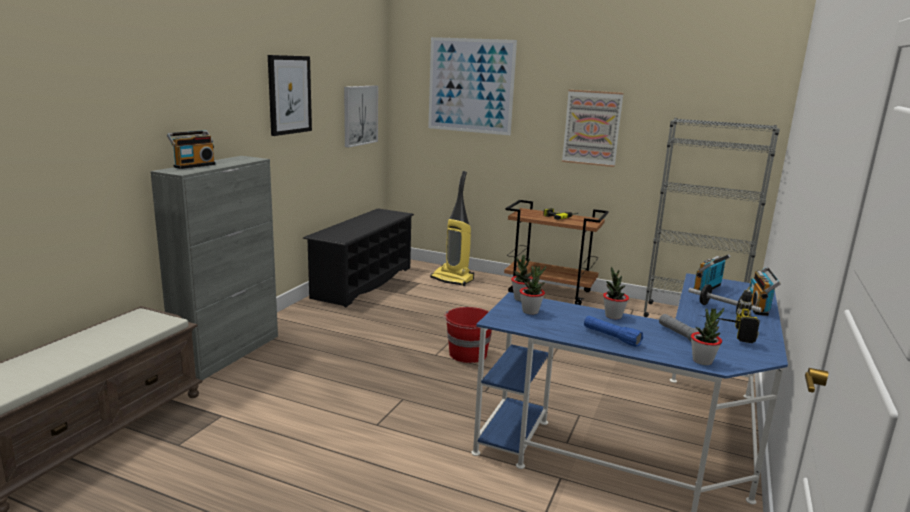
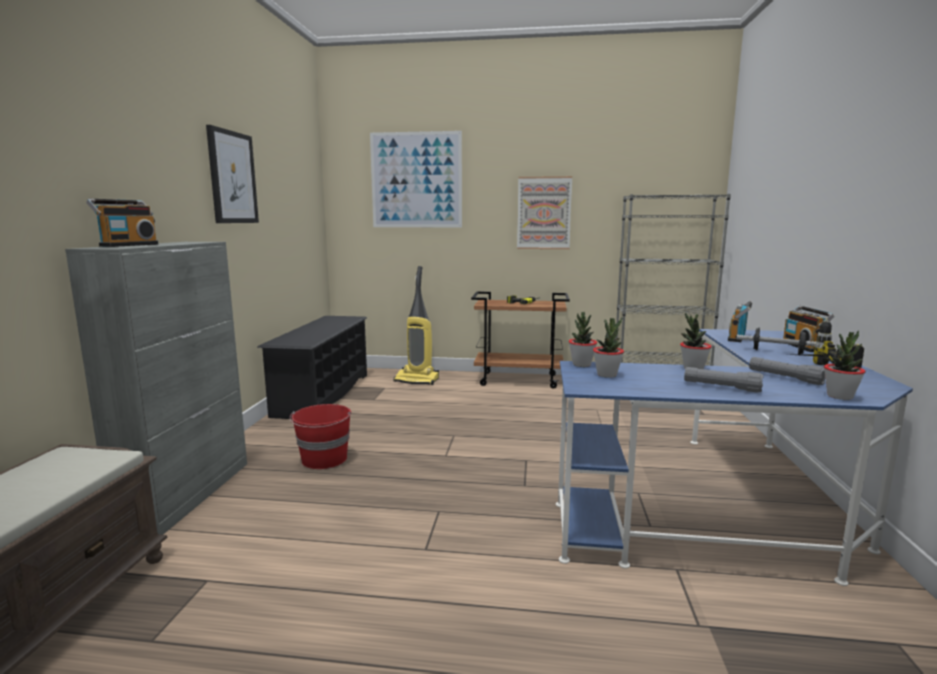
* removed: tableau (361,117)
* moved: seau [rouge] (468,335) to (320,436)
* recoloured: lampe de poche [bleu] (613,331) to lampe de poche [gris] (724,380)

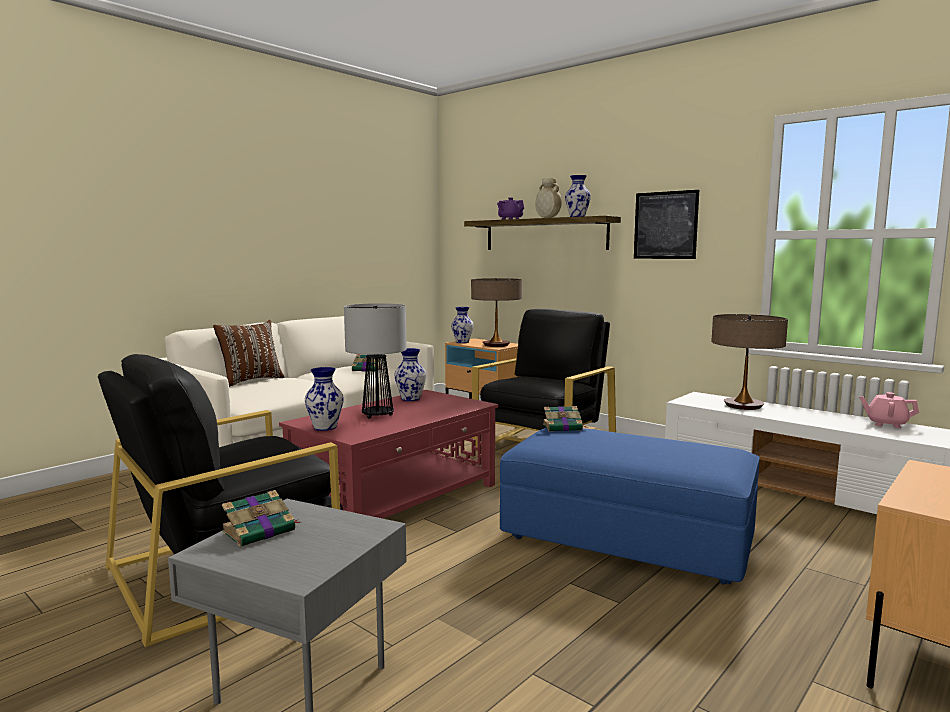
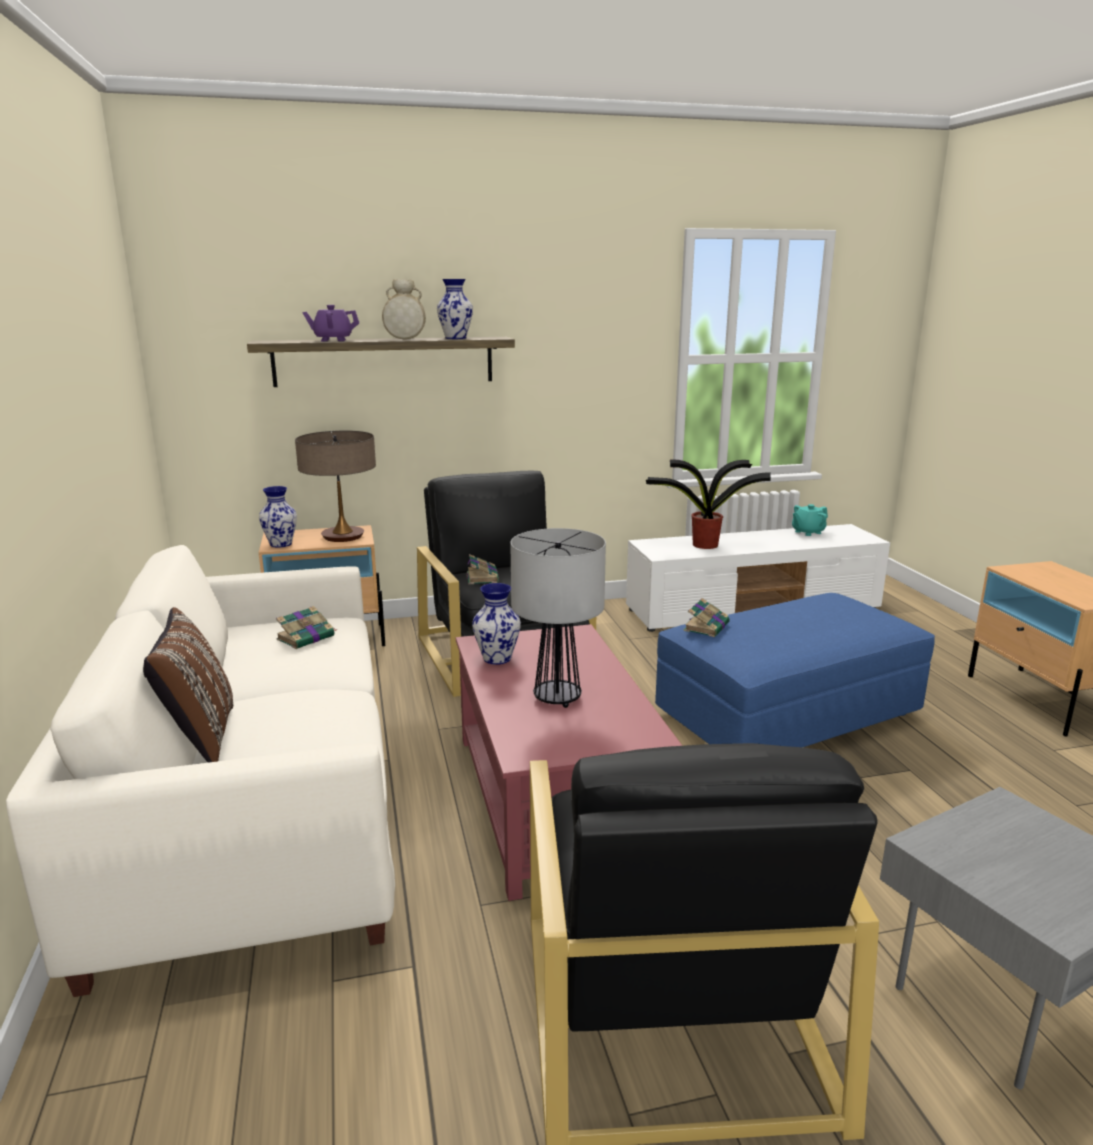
* moved: livre (261,518) to (482,569)
* removed: vase (324,399)
* removed: tableau (666,224)
* replaced: lampe de table (749,362) to plante en pot (708,504)
* recoloured: théière [rose] (889,410) to théière [turquoise] (810,520)

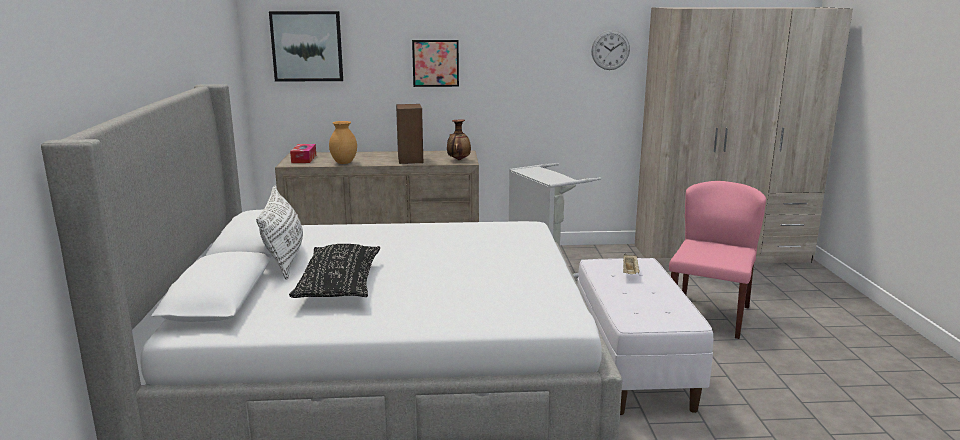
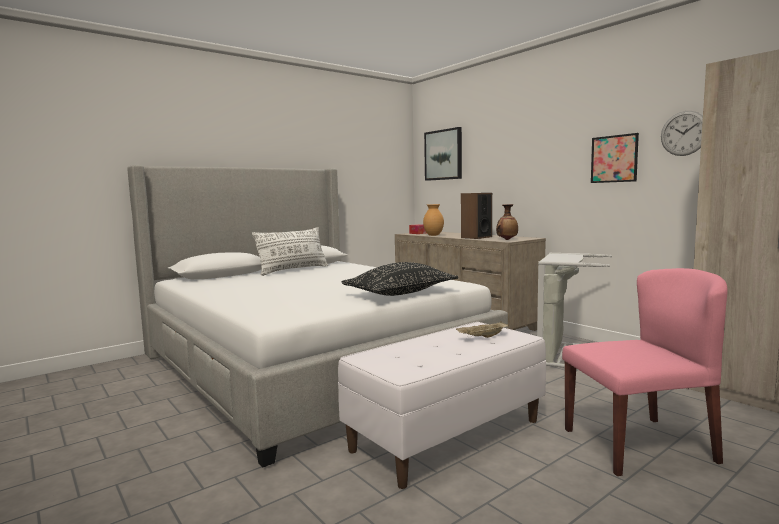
* moved: coussin [noir] (334,271) to (399,279)
* moved: tableau (435,63) to (615,158)

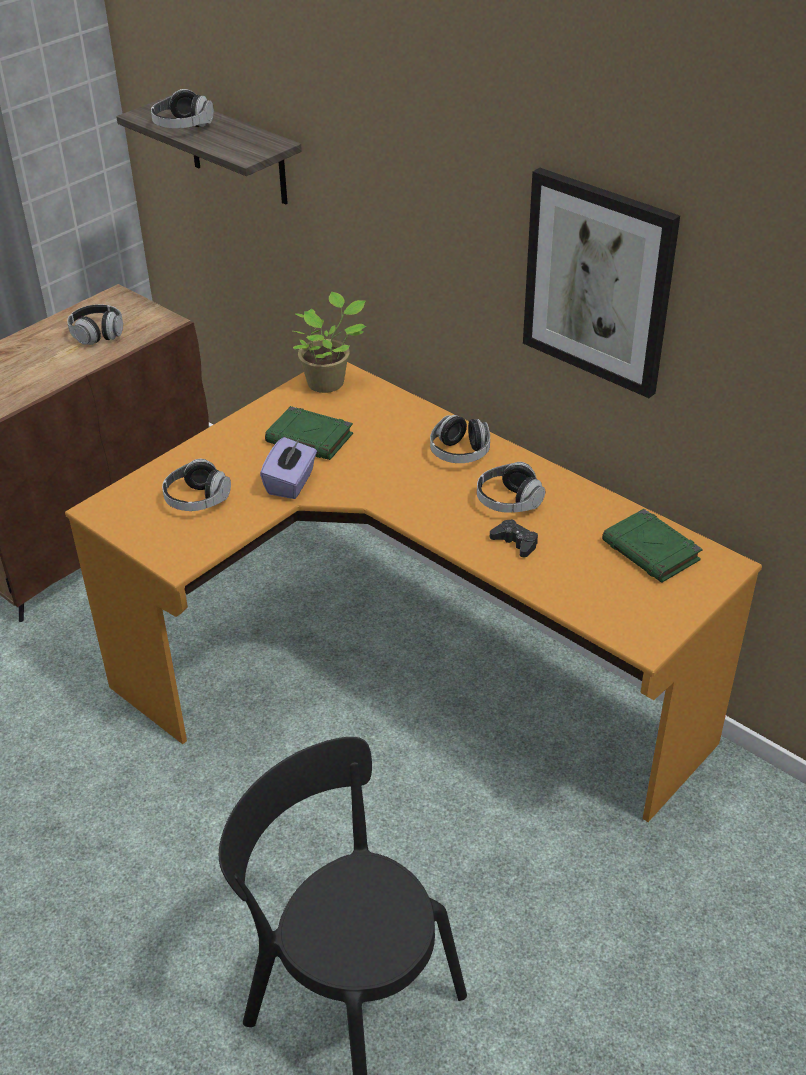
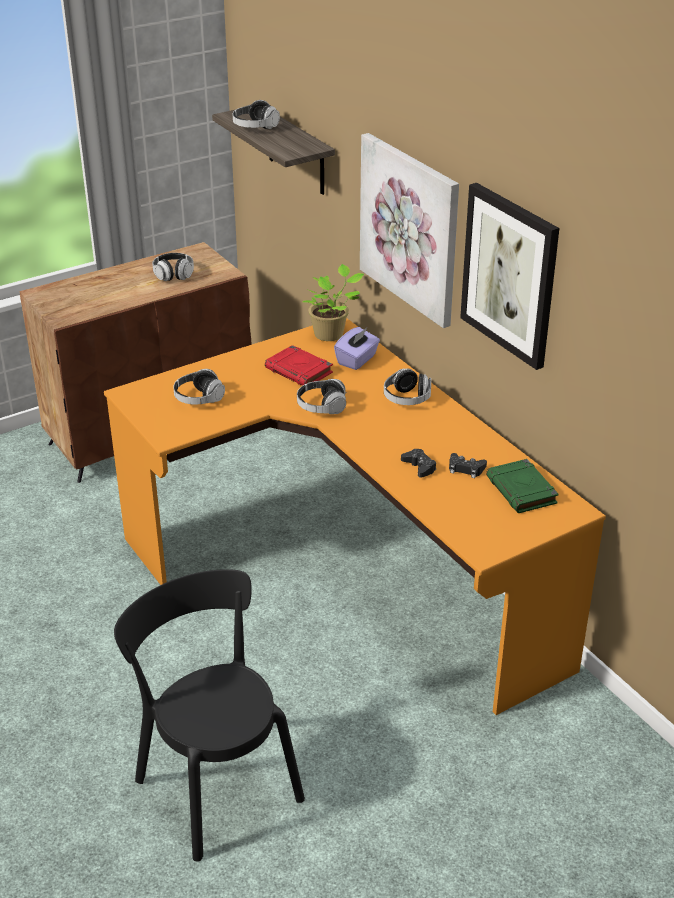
* moved: boîte à mouchoirs [violet] (288,468) to (357,348)
* recoloured: livre [vert] (309,433) to livre [rouge] (299,365)
* moved: casque audio (511,487) to (322,396)
* added: tableau (409,230)
* added: manette [noir] (468,465)

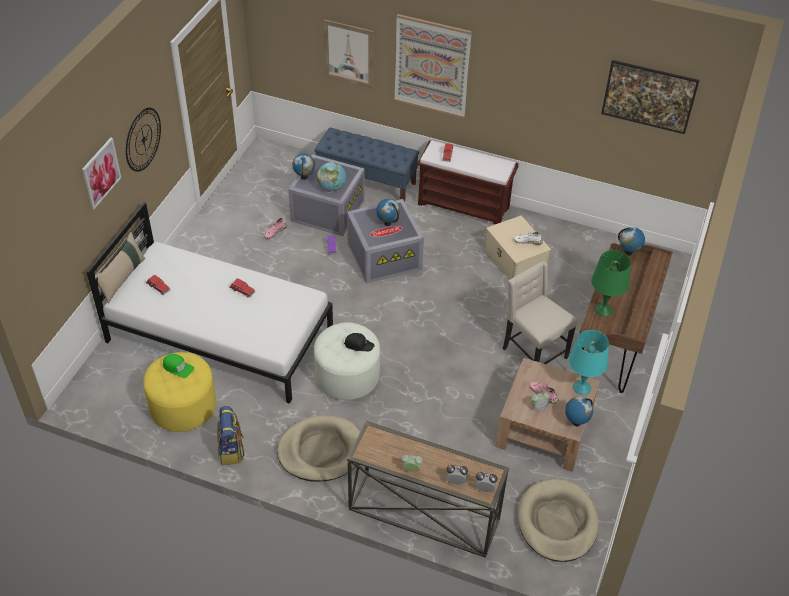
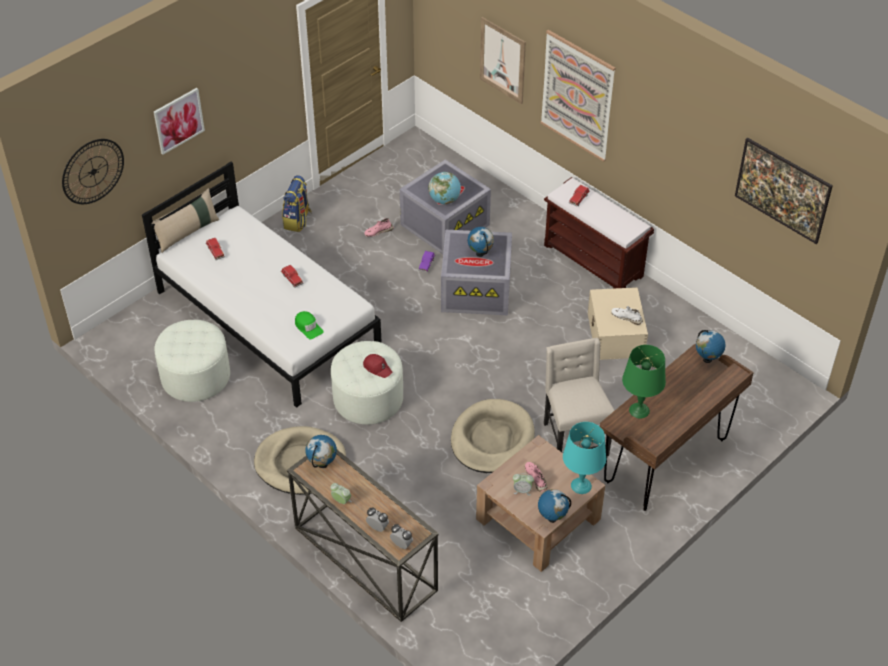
* moved: horloge murale (143,140) to (93,171)
* recoloured: pouf [jaune] (179,392) to pouf [blanc] (192,361)
* moved: casquette [vert] (178,366) to (309,325)
* moved: sac à dos (231,435) to (297,203)
* moved: globe (303,166) to (321,451)
* removed: banc [bleu] (366,165)
* recoloured: casquette [noir] (359,342) to casquette [rouge] (377,366)
* moved: panier pour chien [beige] (558,520) to (493,436)

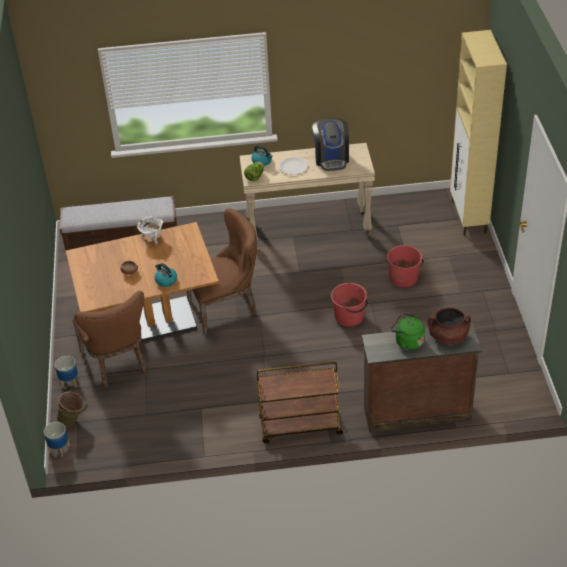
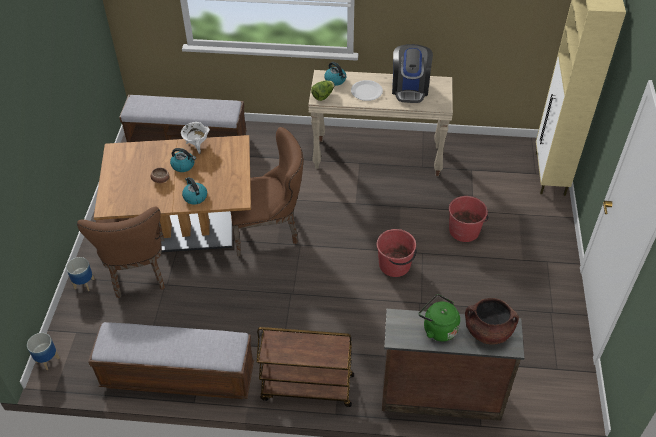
* removed: seau [vert] (70,408)
* added: banc (171,360)
* added: bouilloire (183,160)

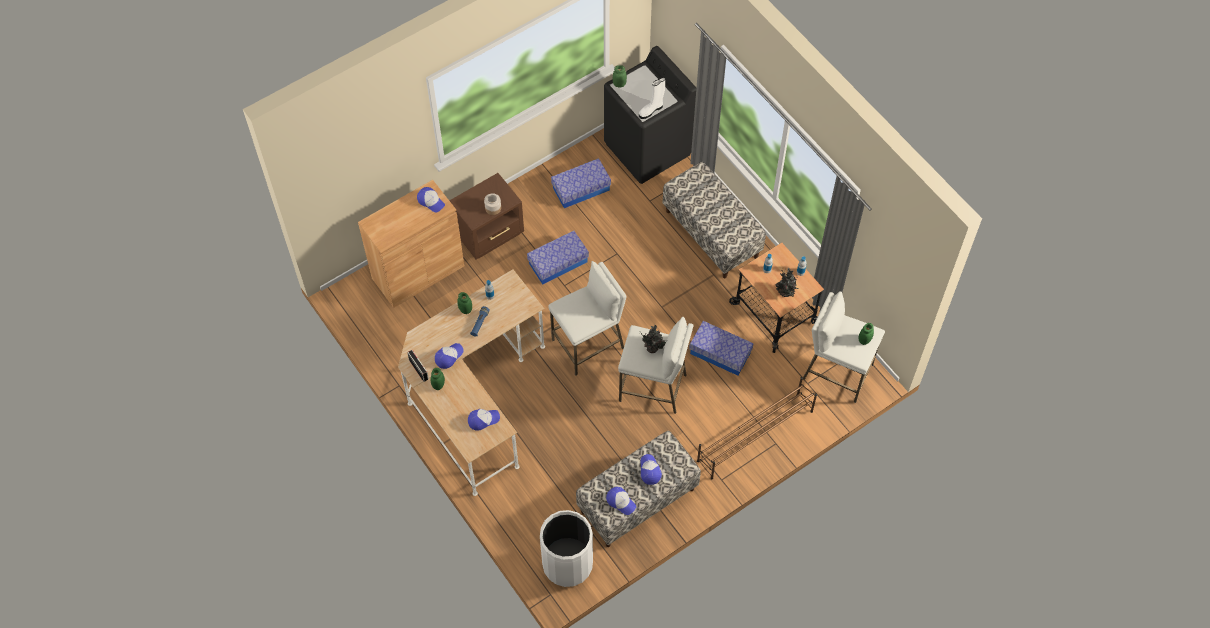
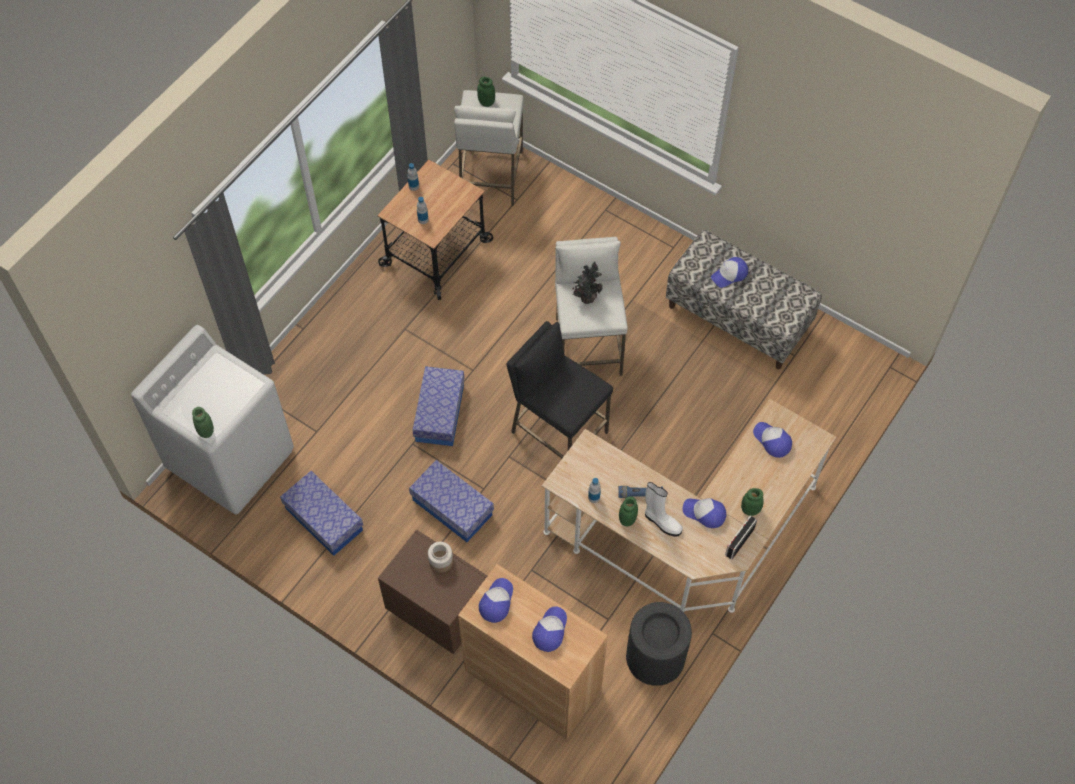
* removed: poubelle [blanc] (566,548)
* recoloured: tabouret [blanc] (587,318) to tabouret [noir] (559,389)
* recoloured: lave-linge [noir] (650,115) to lave-linge [blanc] (212,420)
* moved: casquette (621,501) to (549,629)
* moved: botte [blanc] (652,98) to (664,509)
* removed: banc (714,220)
* moved: boîte de rangement (721,348) to (438,406)
* removed: étagère à chaussures [marron] (757,428)
* removed: plante en pot (787,282)
* added: poubelle [noir] (659,644)

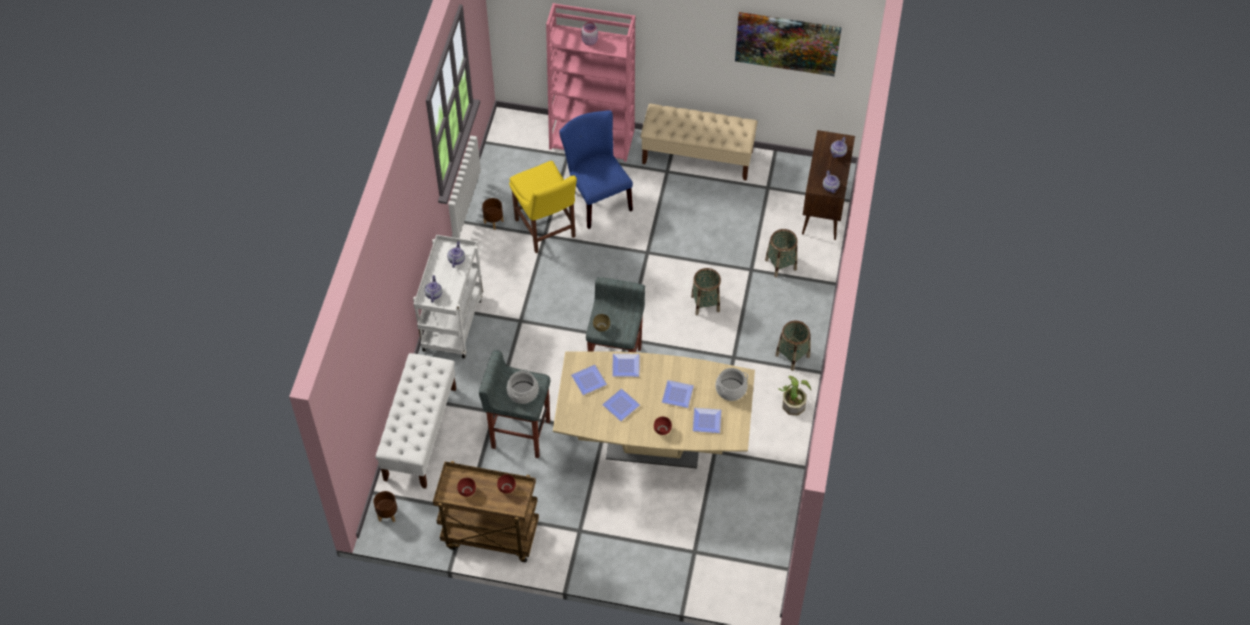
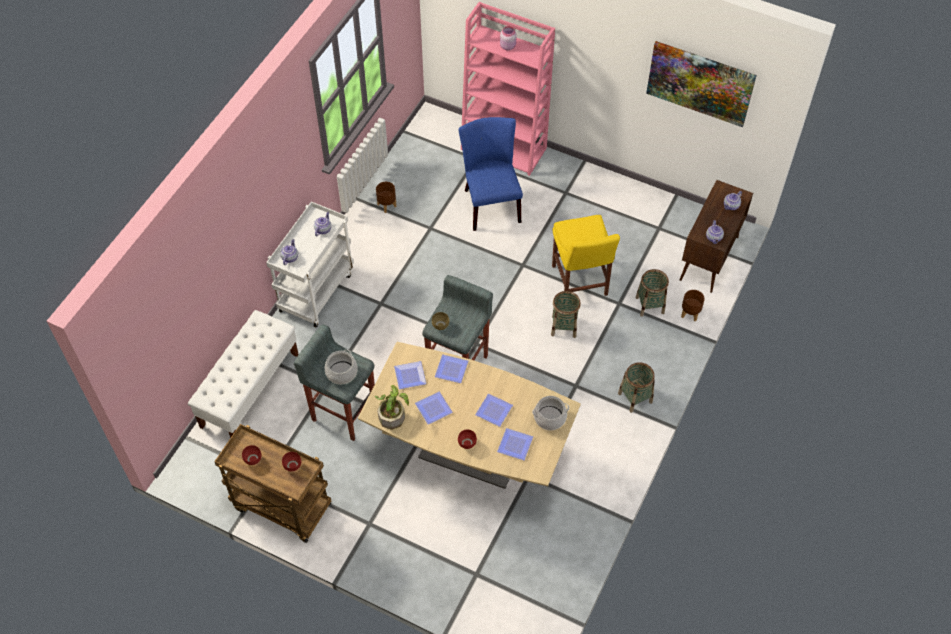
* moved: cache-pot [marron] (385,507) to (693,305)
* moved: chaise [jaune] (543,207) to (586,255)
* removed: banc [beige] (699,142)
* moved: plante en pot (794,395) to (392,407)

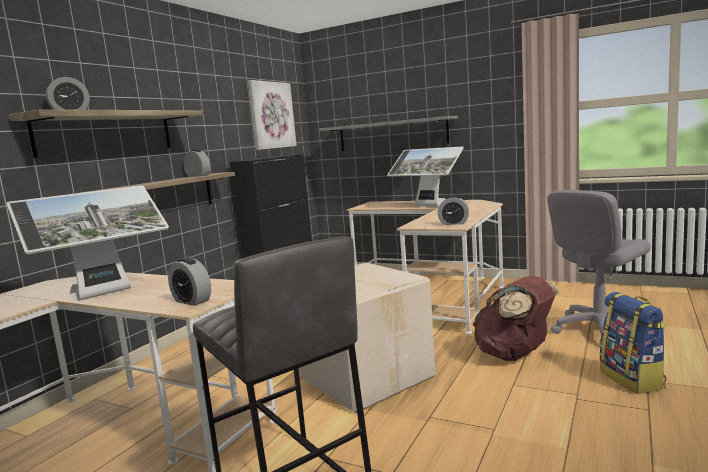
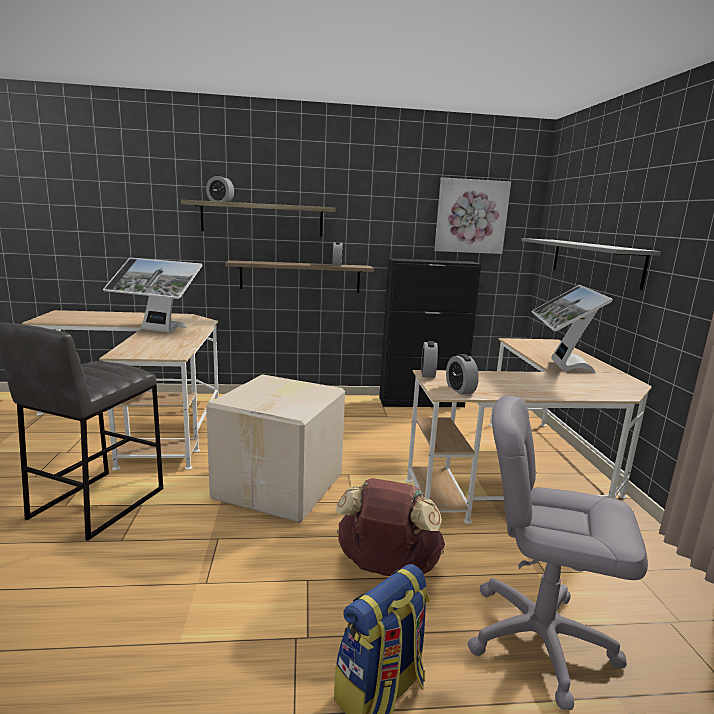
* moved: réveil (189,282) to (429,359)

